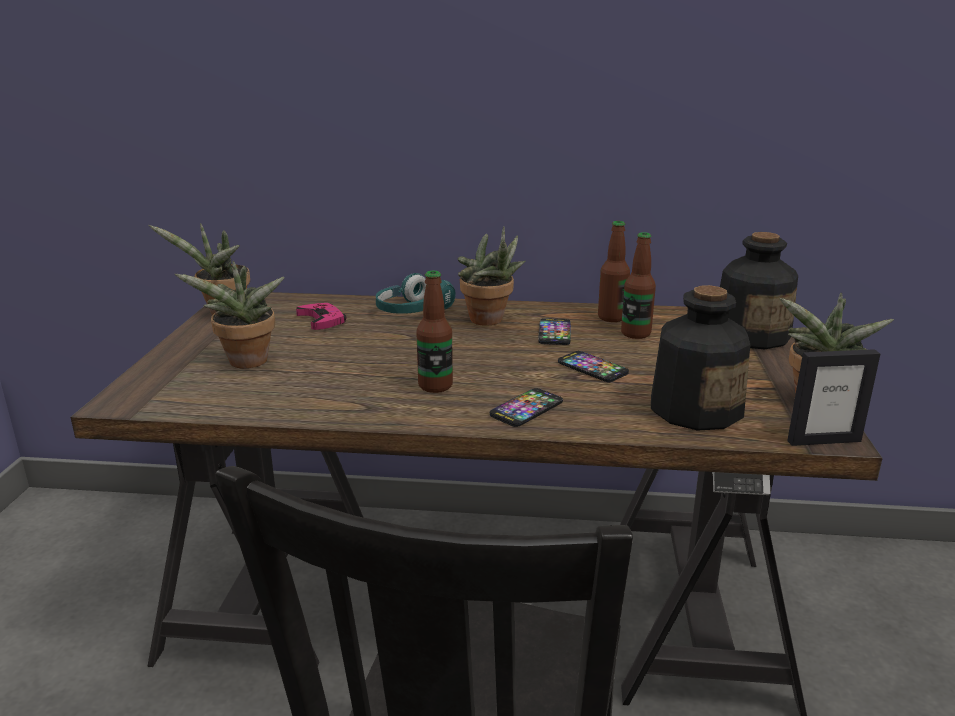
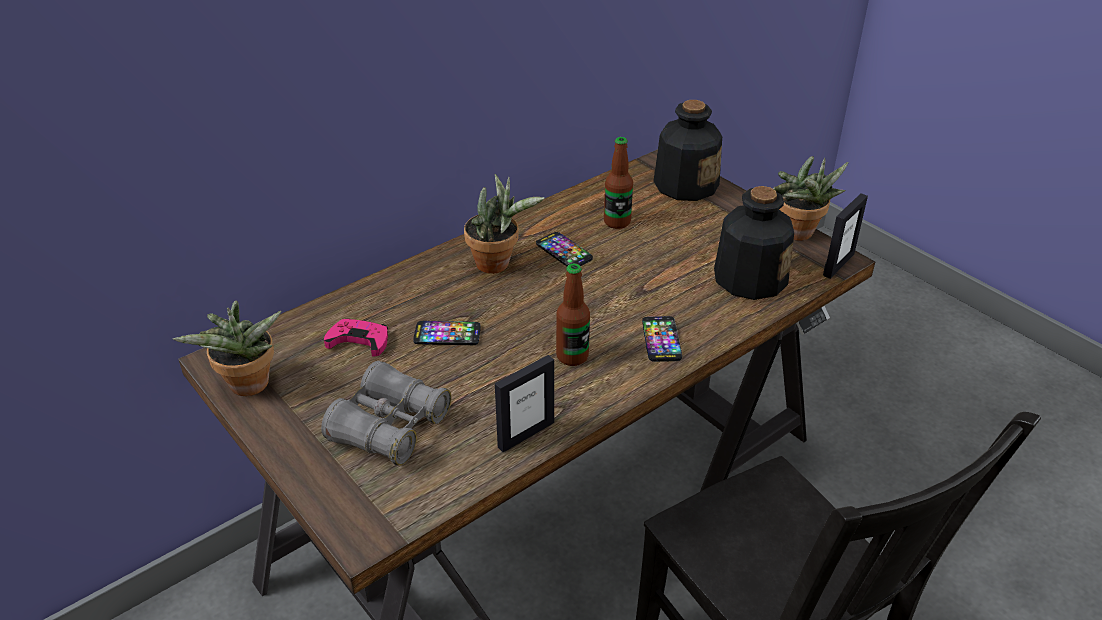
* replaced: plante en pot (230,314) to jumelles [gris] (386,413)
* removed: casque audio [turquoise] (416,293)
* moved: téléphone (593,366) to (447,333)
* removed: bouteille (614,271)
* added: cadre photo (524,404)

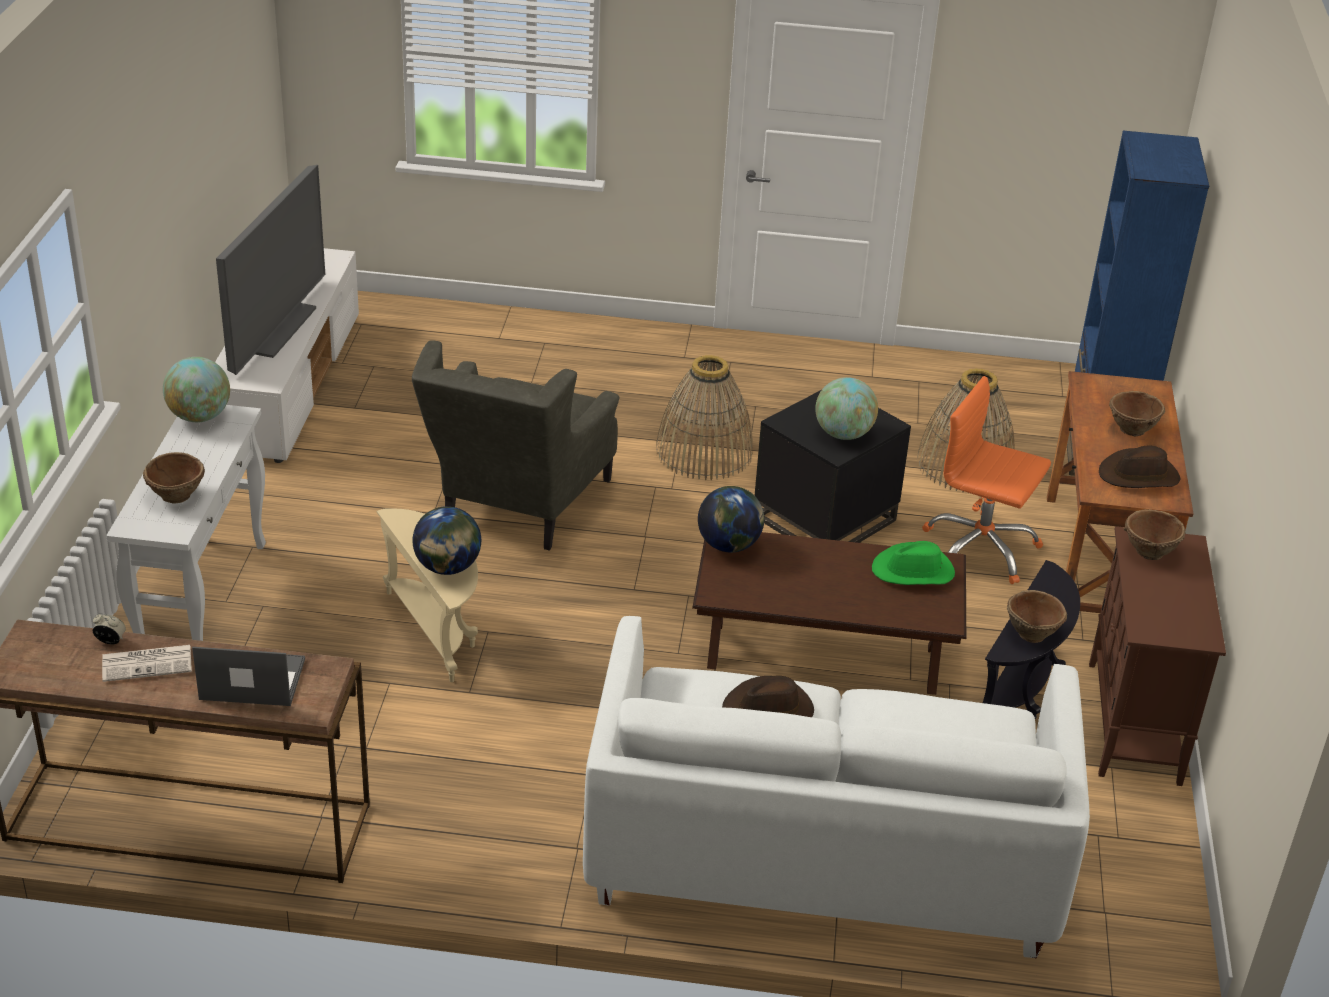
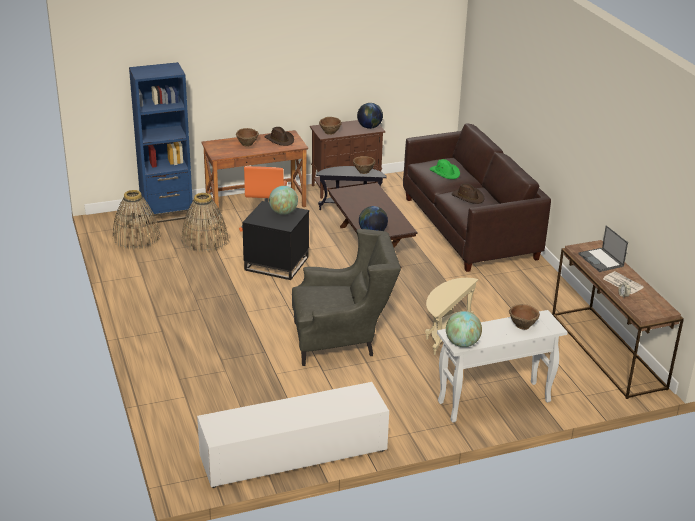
* removed: téléviseur (270,270)
* moved: globe (447,540) to (370,116)
* recoloured: canapé [blanc] (836,787) to canapé [marron] (477,197)
* moved: panier (704,417) to (136,219)
* moved: chapeau [vert] (913,563) to (445,169)

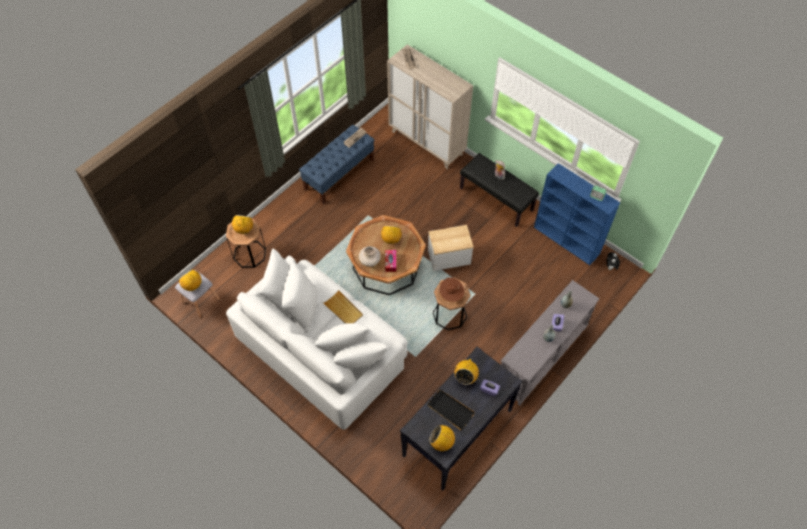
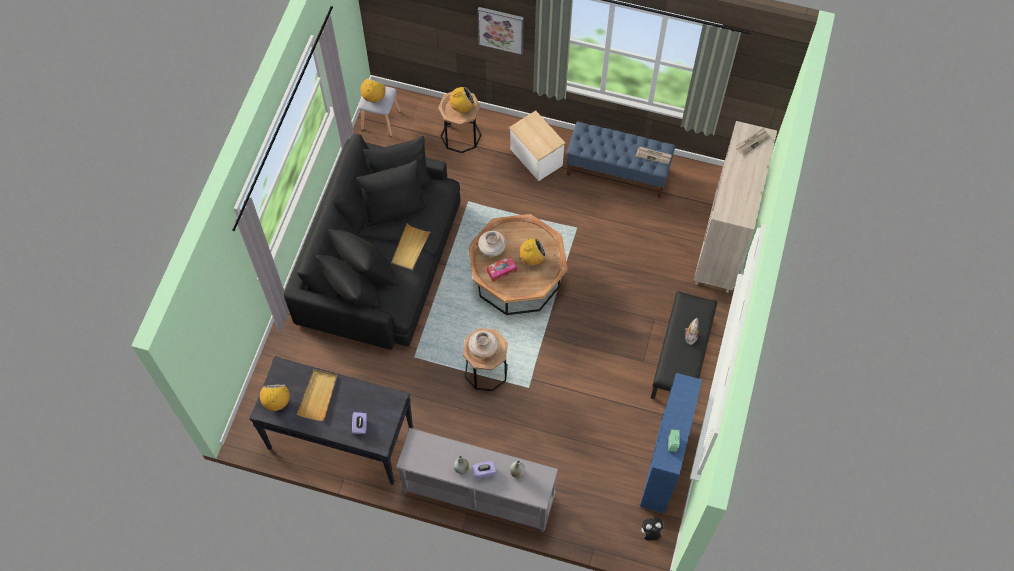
* recoloured: canapé [blanc] (317,339) to canapé [noir] (372,242)
* recoloured: plateau [noir] (451,410) to plateau [beige] (317,395)
* moved: table d'appoint (451,248) to (537,146)
* replaced: chapeau [marron] (452,289) to vase [beige] (483,345)
* removed: radio (466,371)
* added: tableau (501,31)

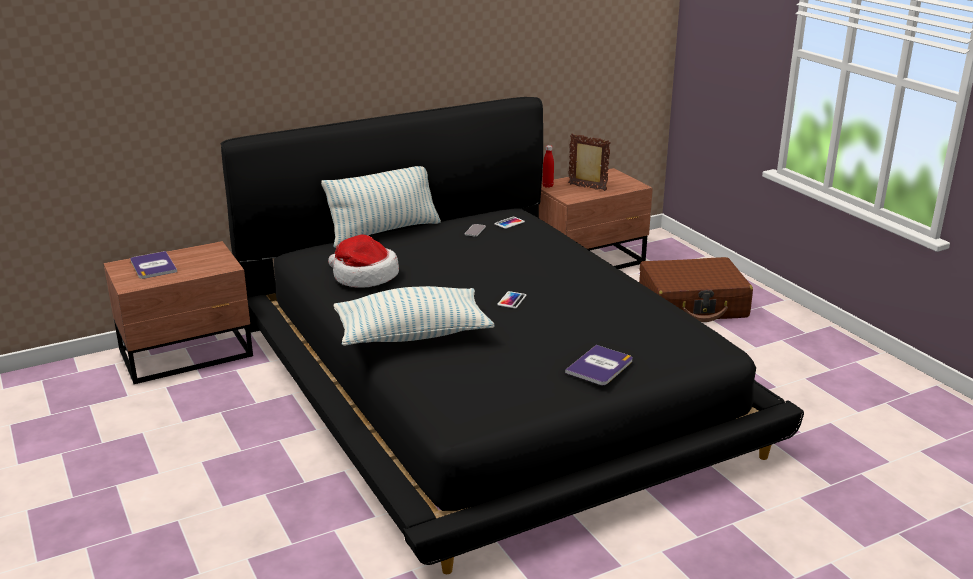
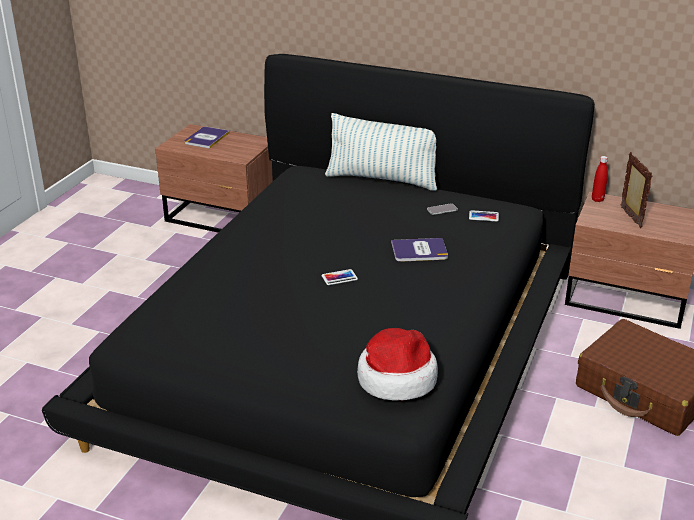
* moved: chapeau (363,261) to (397,364)
* removed: coussin (414,316)
* moved: livre (599,365) to (419,250)

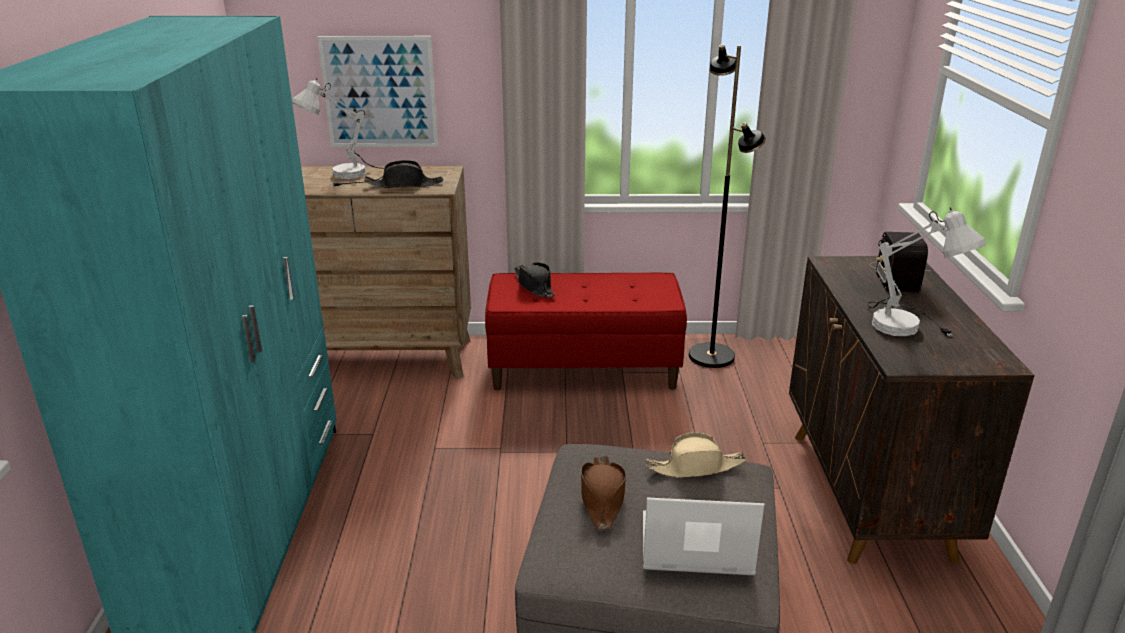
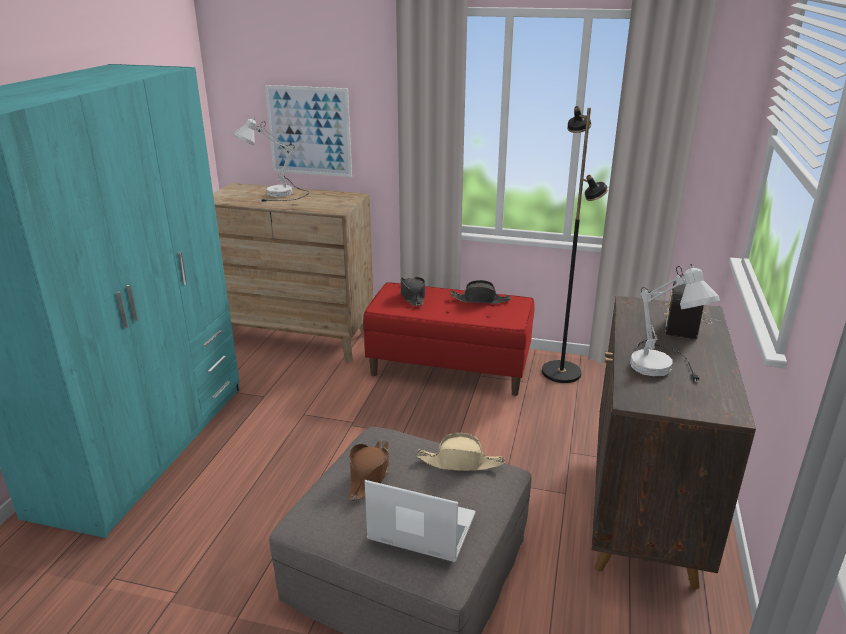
* moved: chapeau [noir] (403,174) to (480,292)

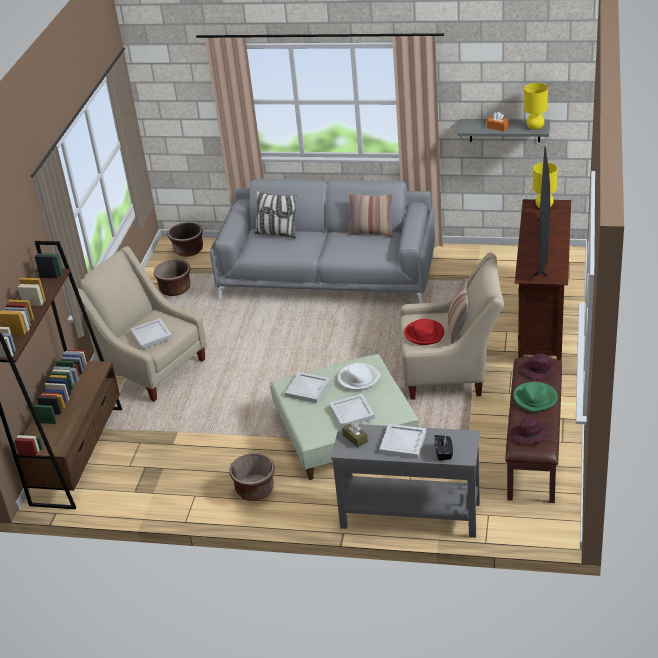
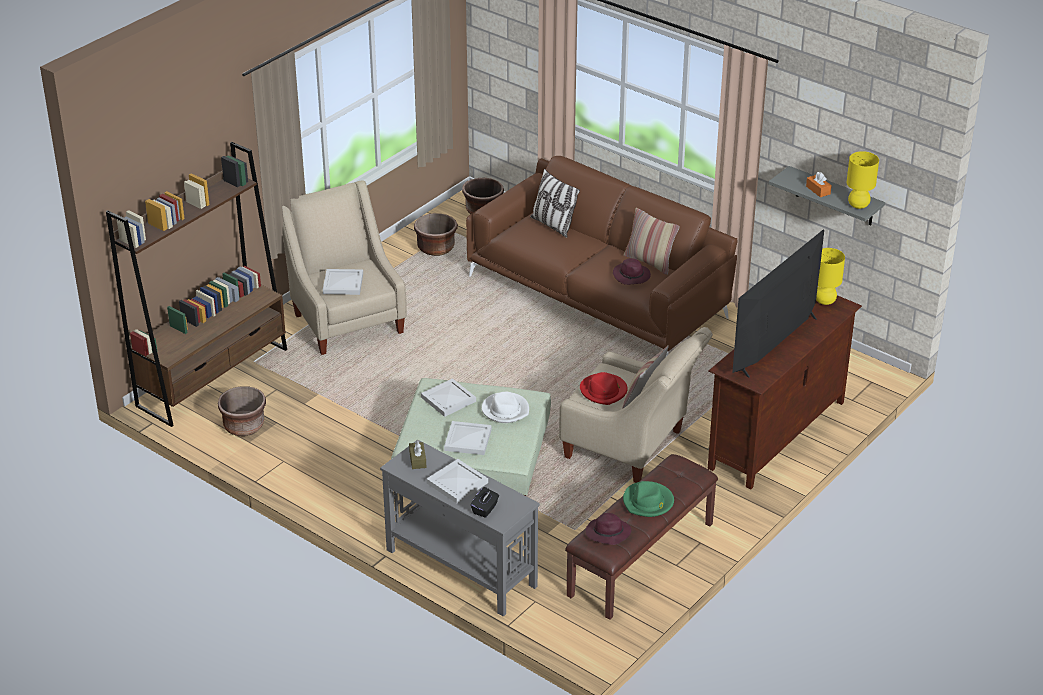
* recoloured: canapé [gris] (322,241) to canapé [marron] (602,256)
* moved: cache-pot [marron] (252,477) to (242,411)
* moved: chapeau [violet] (540,367) to (632,271)

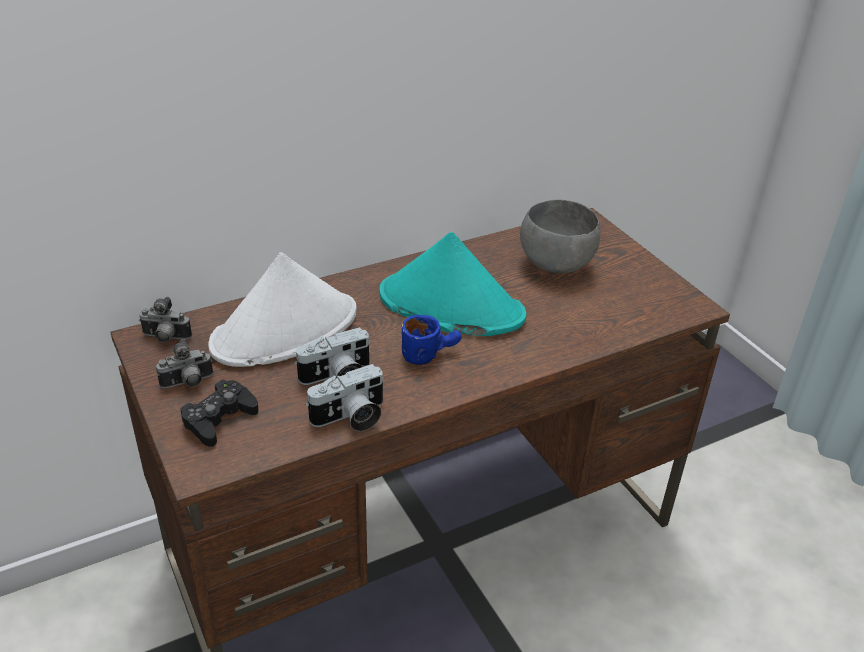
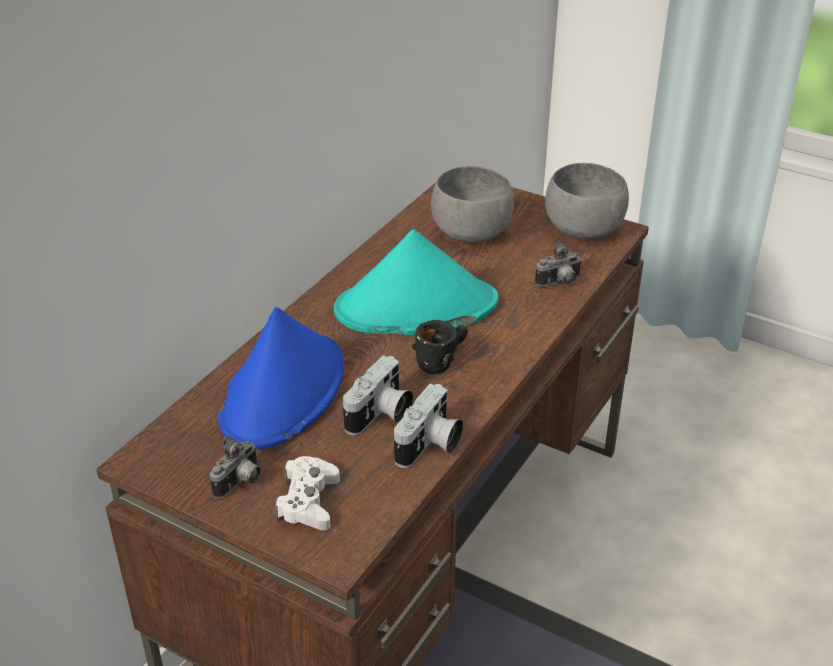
* moved: appareil photo (165,320) to (558,264)
* recoloured: manette [noir] (219,413) to manette [blanc] (307,493)
* recoloured: chapeau [blanc] (282,310) to chapeau [bleu] (281,378)
* recoloured: mug [bleu] (432,340) to mug [noir] (440,347)
* added: bol [gris] (587,201)

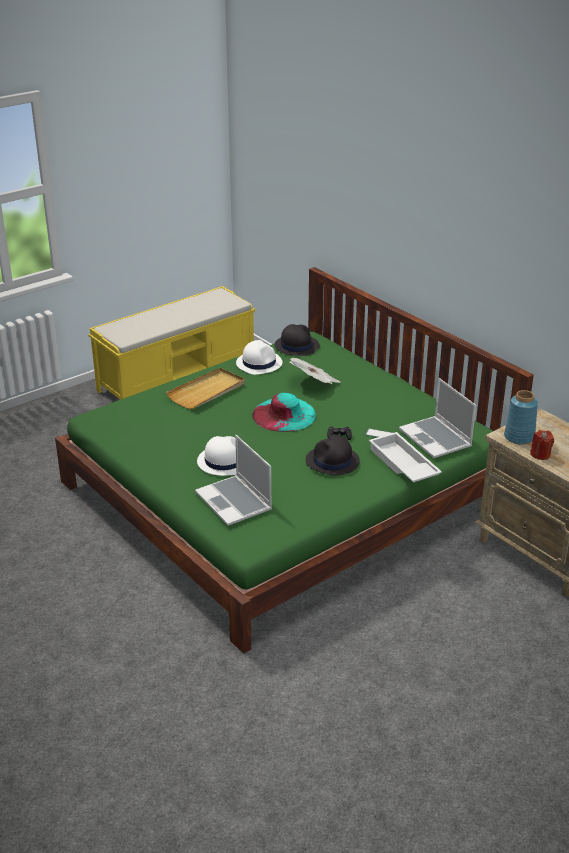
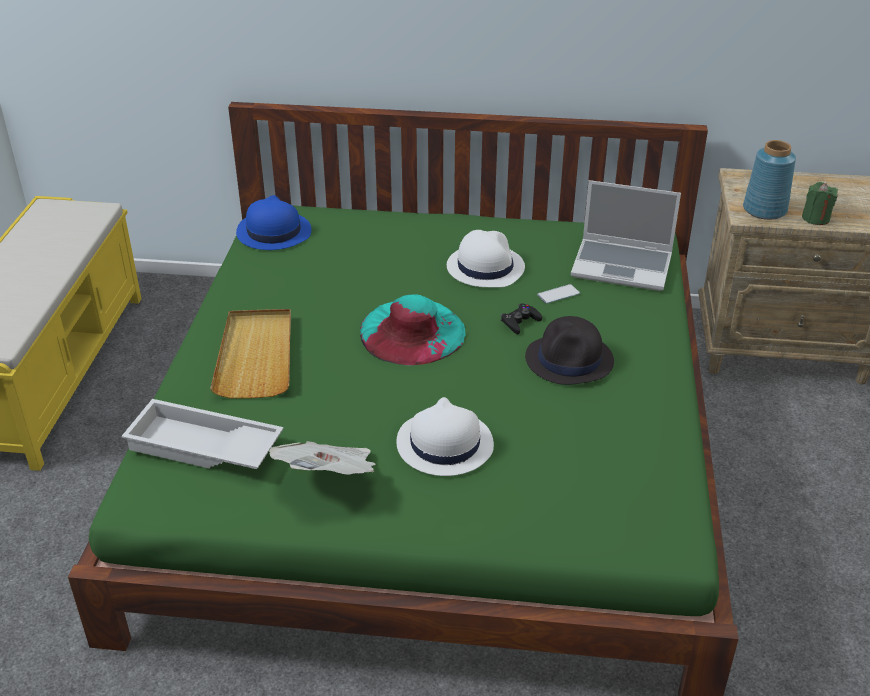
* removed: ordinateur portable (233,480)
* moved: chapeau [blanc] (259,357) to (486,258)
* recoloured: chapeau [noir] (296,340) to chapeau [bleu] (273,222)
* moved: journal (315,371) to (322,458)
* moved: plateau [blanc] (405,457) to (202,434)
* recoloured: bougie [rouge] (542,445) to bougie [vert] (820,203)

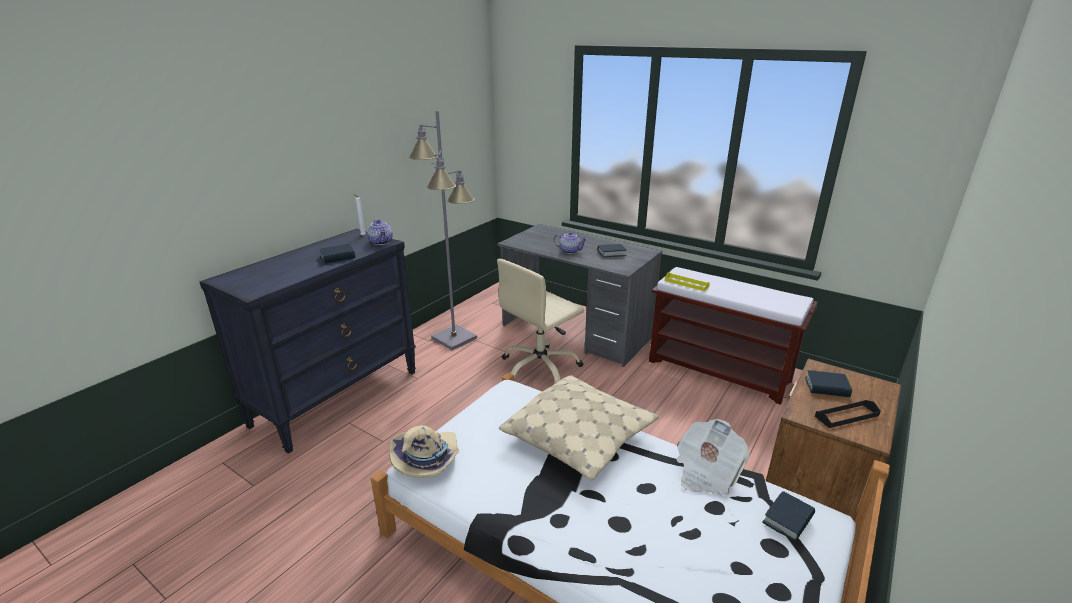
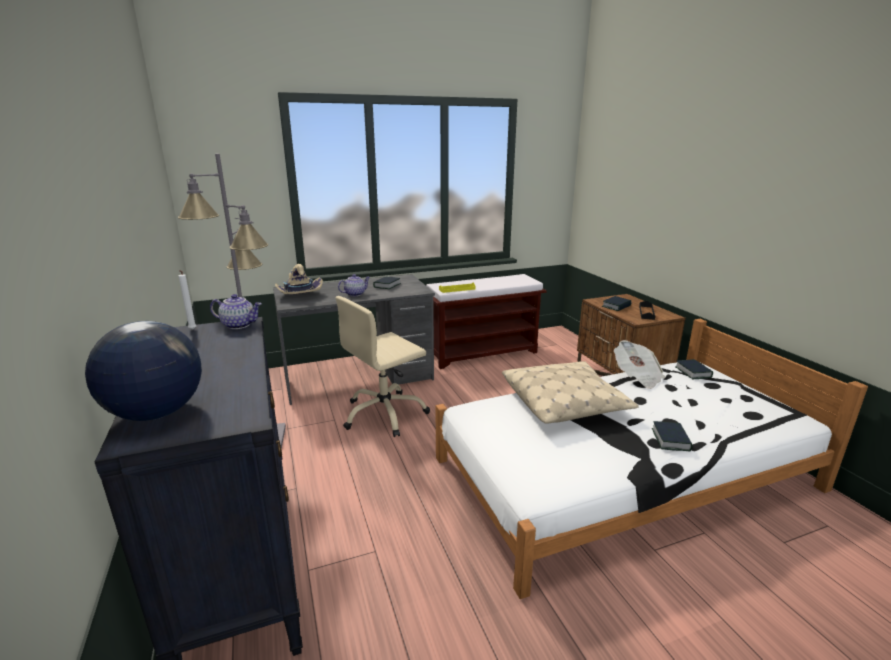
* moved: livre (337,254) to (672,436)
* moved: chapeau [beige] (424,451) to (299,279)
* turned: chaise de bureau [beige] (540,321) = (383,366) 60 degrees clockwise
* added: globe (143,371)

